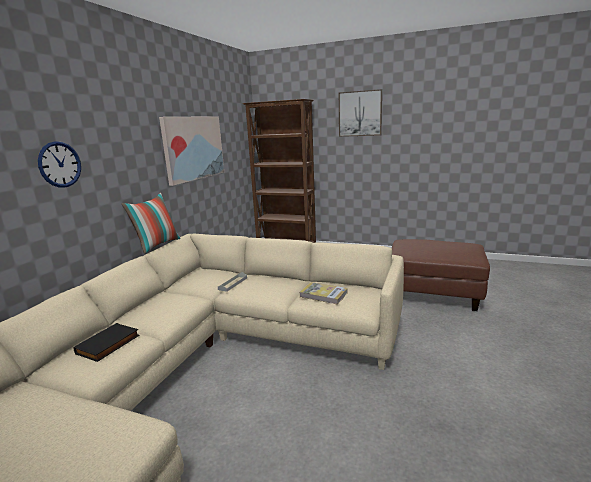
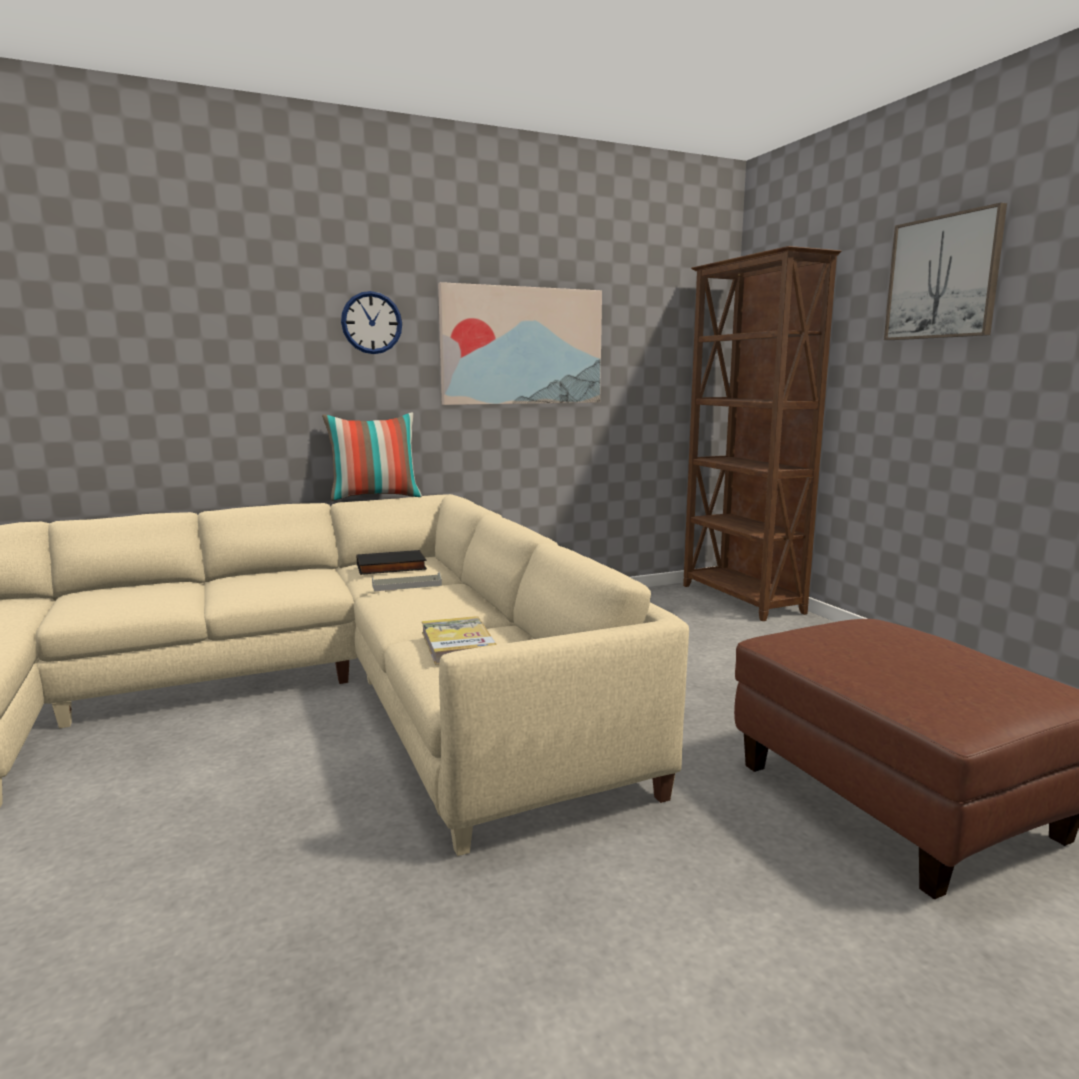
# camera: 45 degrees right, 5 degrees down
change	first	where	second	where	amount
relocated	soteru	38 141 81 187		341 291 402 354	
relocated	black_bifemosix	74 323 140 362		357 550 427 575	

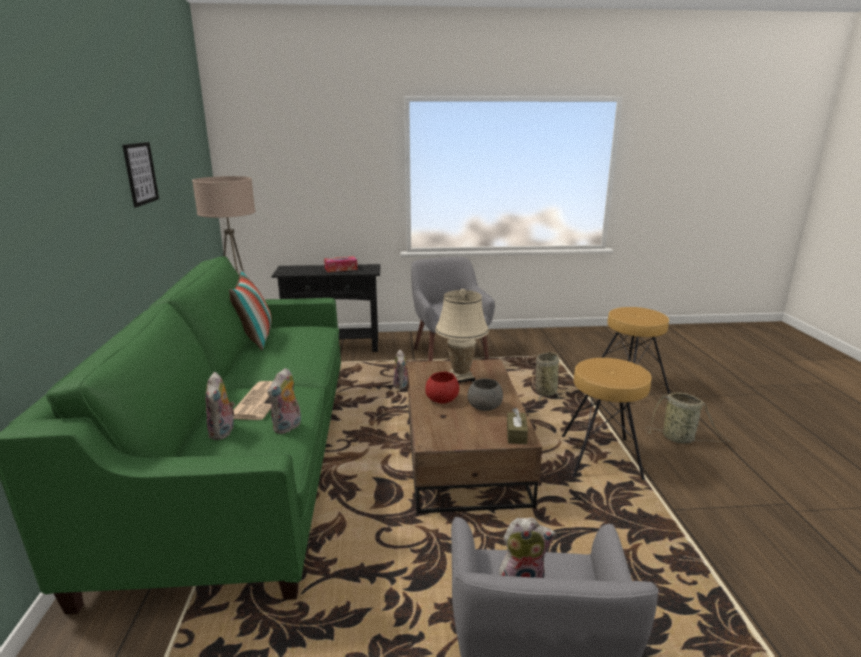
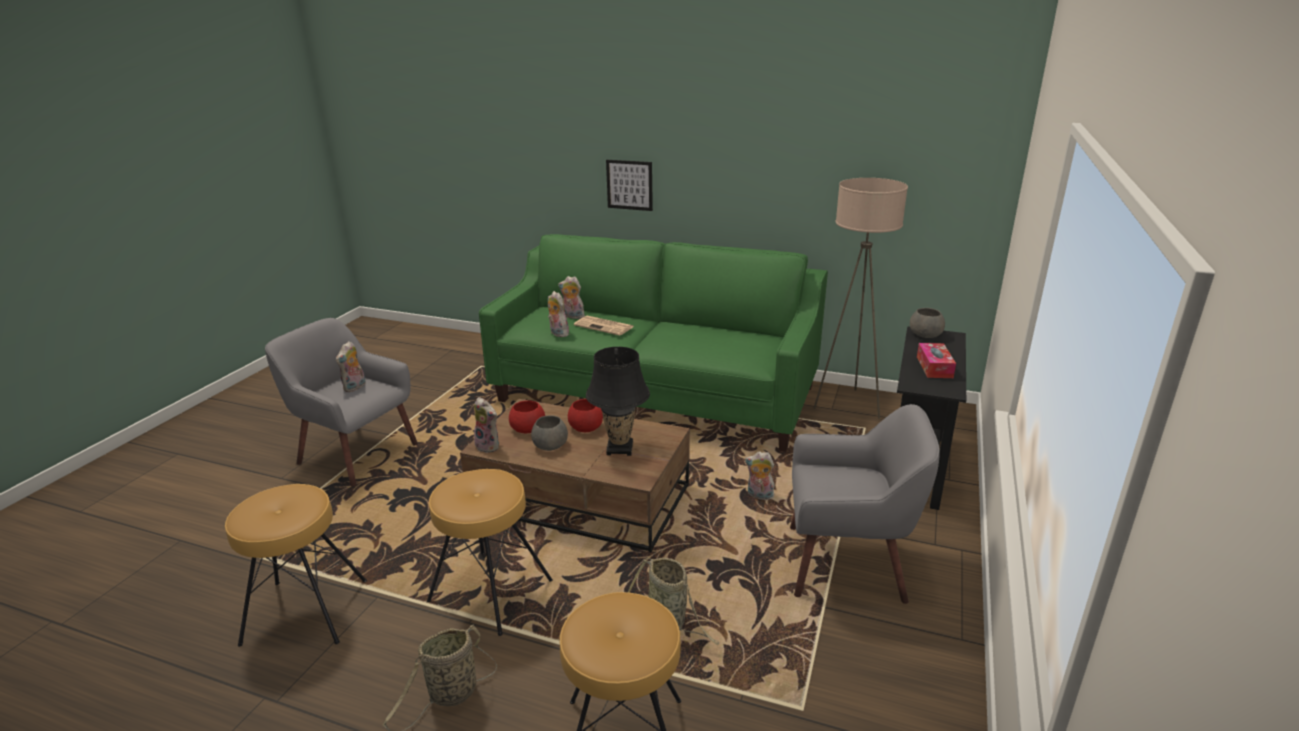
# camera: 115 degrees right, 5 degrees up
change	first	where	second	where	amount
relocated	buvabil	122 142 159 207		606 160 653 211	
missing	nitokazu	229 270 271 350			
colour	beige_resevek	435 289 489 383	black_resevek	586 347 650 456	
exchanged	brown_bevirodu	507 408 528 444	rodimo	474 397 499 453	
appeared			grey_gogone	910 308 945 338	
appeared			red_gogone	509 400 545 433	
appeared			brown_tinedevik	225 484 367 647	

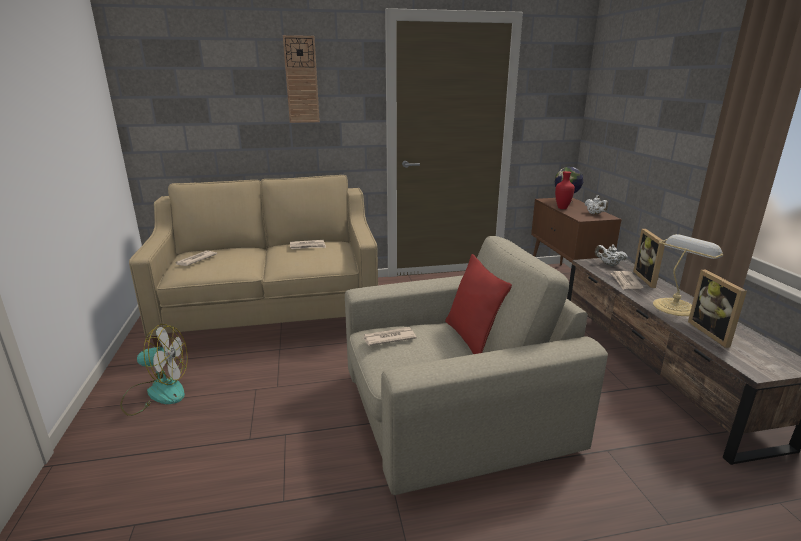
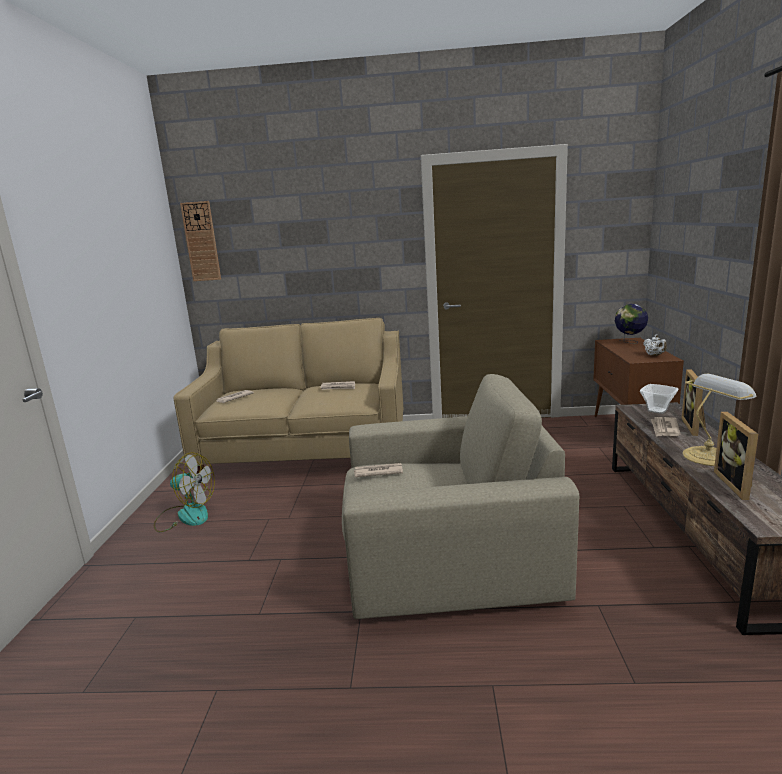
# camera: 15 degrees right, 5 degrees down
change	first	where	second	where	amount
relocated	soteru	283 35 320 123		180 201 221 281	
missing	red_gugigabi	555 171 575 209			
exchanged	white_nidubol	595 244 627 266	gogone	640 384 679 414	
missing	red_nitokazu	445 254 512 354			

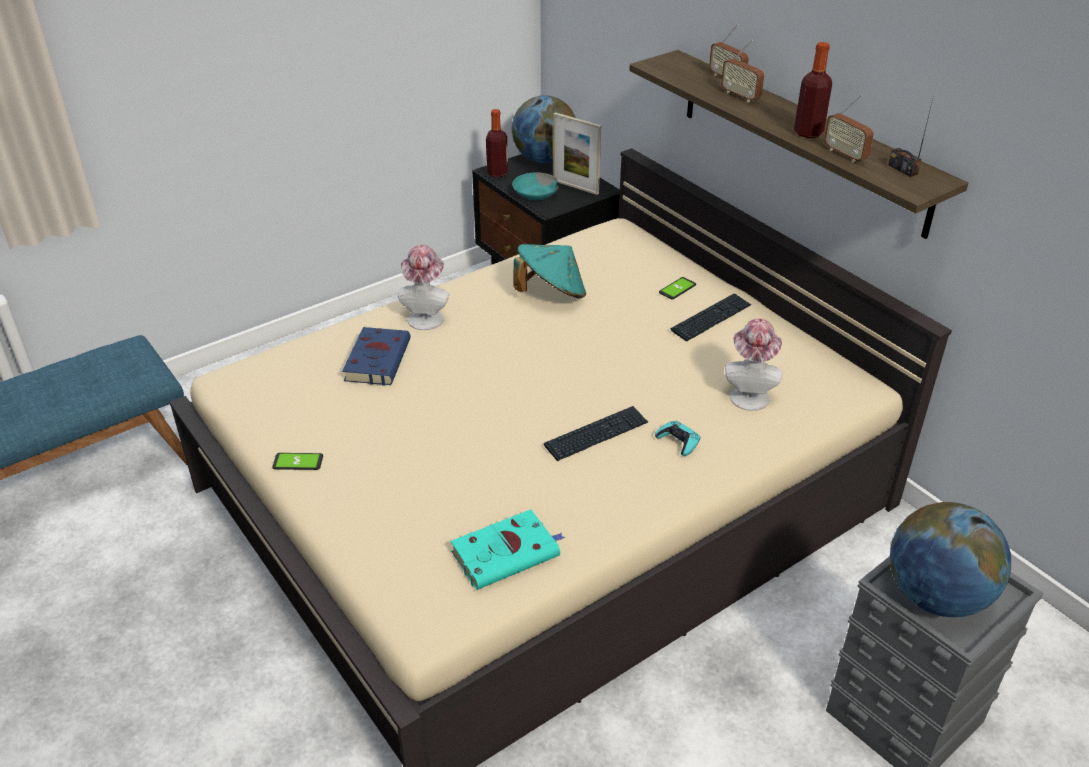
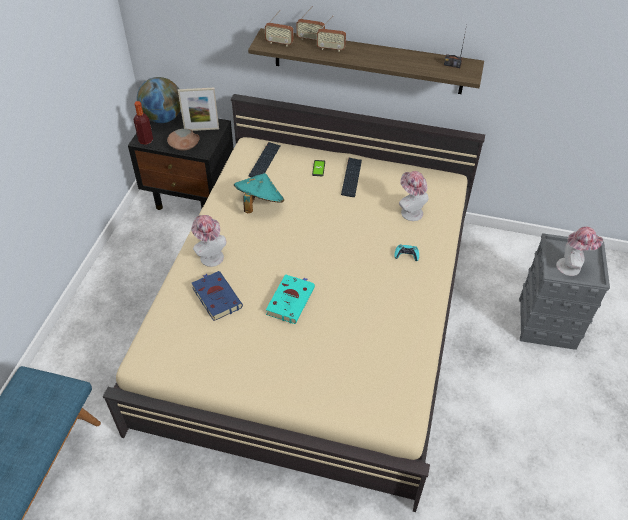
# camera: 40 degrees left, 10 degrees up
change	first	where	second	where	amount
missing	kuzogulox	794 42 832 138			
relocated	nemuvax	824 94 874 163		265 10 293 47	
colour	turquoise_gogone	512 173 558 200	brown_gogone	167 129 200 151	
relocated	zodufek	544 406 648 461		248 142 281 177	
missing	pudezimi	272 453 323 470			
exchanged	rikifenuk	890 502 1011 617	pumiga	556 226 603 276	
relocated	turquoise_bifemosix	451 509 566 590		266 274 315 324	

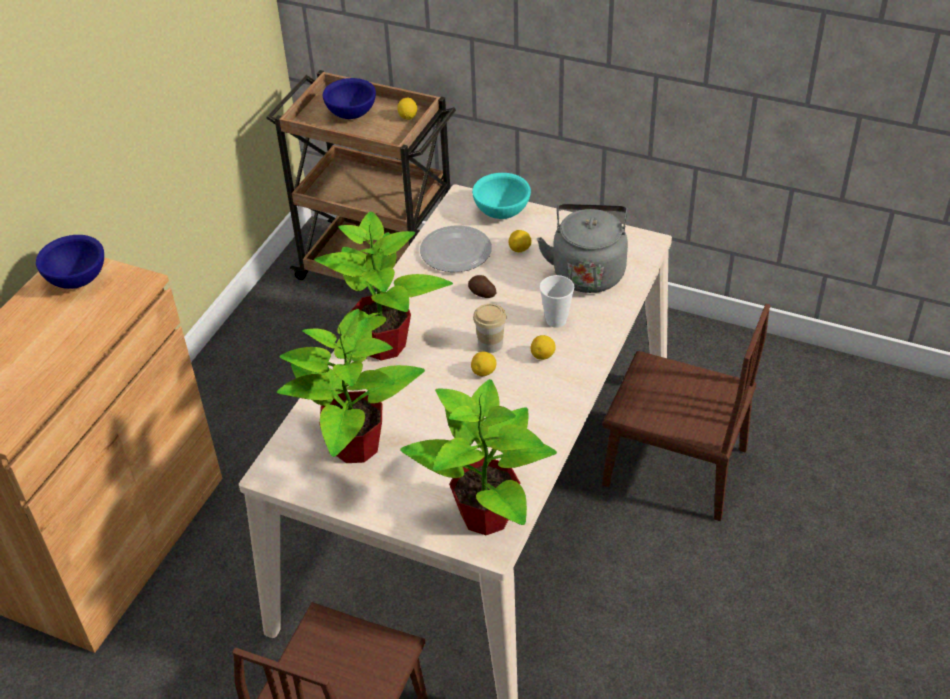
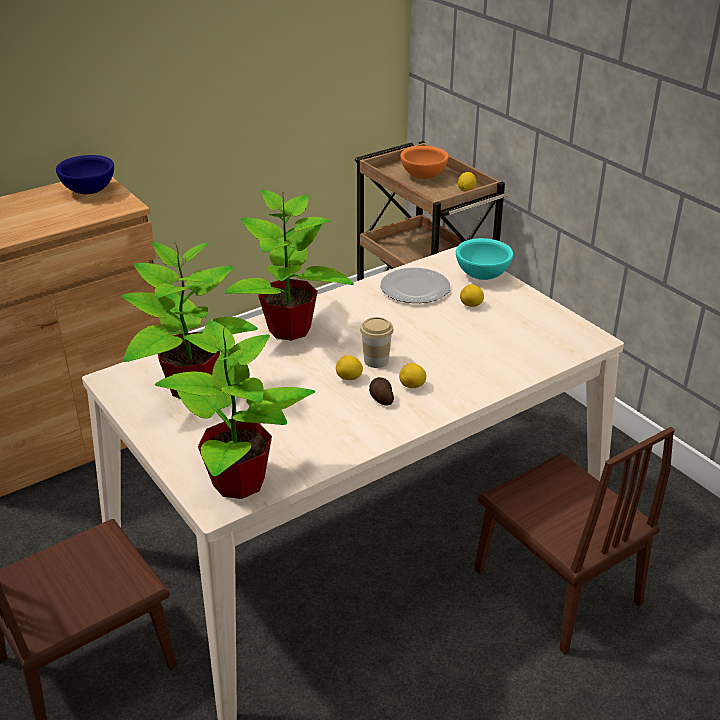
# camera: 30 degrees right, 10 degrees down
change	first	where	second	where	amount
colour	blue_gogone	323 78 376 119	orange_gogone	400 146 449 179	
missing	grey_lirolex	537 204 628 293			
relocated	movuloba	468 275 496 298		369 377 394 406	
missing	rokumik	539 275 574 328			

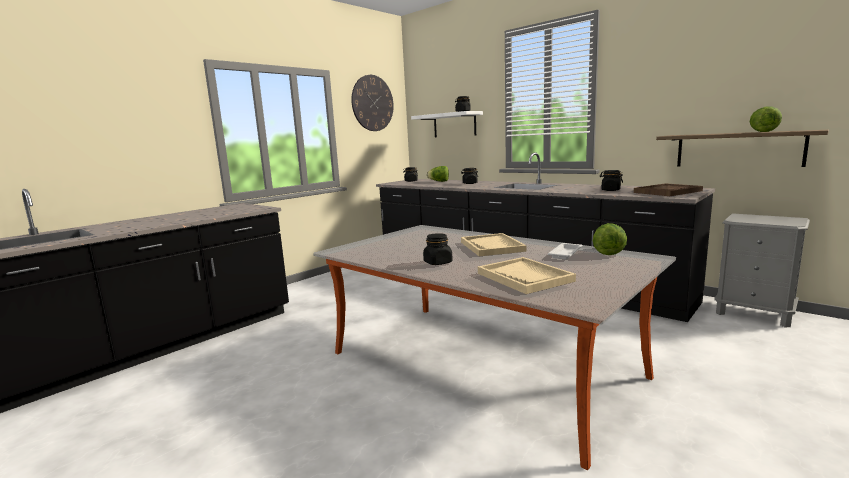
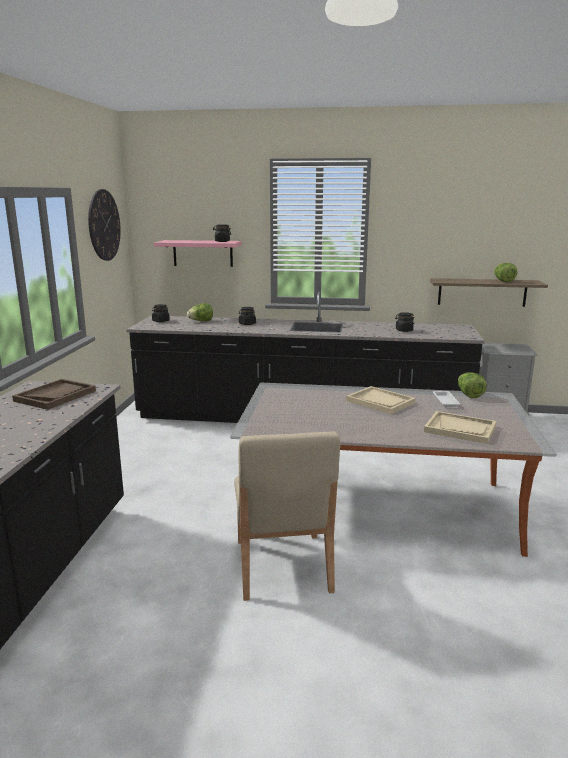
# camera: 35 degrees left, 5 degrees up
change	first	where	second	where	amount
colour	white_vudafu	411 111 483 137	pink_vudafu	154 240 242 267	
relocated	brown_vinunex	634 183 703 196		12 379 96 410	
missing	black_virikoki	423 233 453 265			
appeared			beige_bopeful	234 432 340 601	

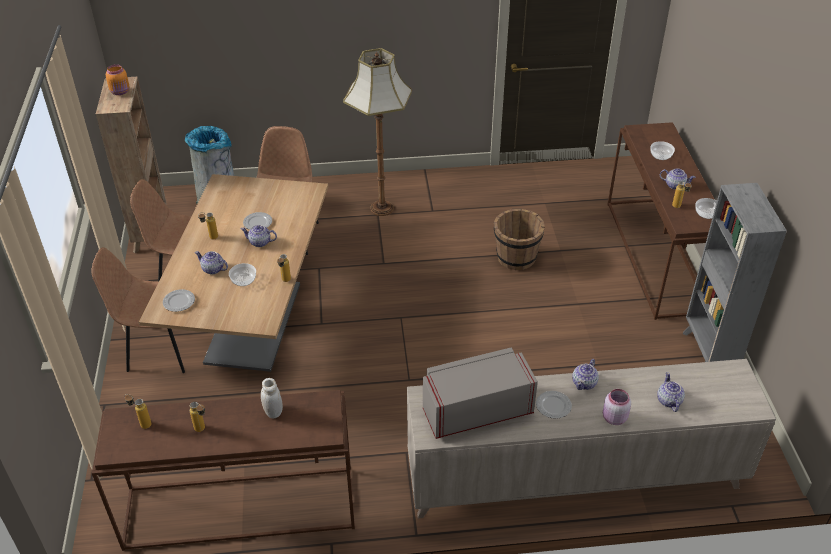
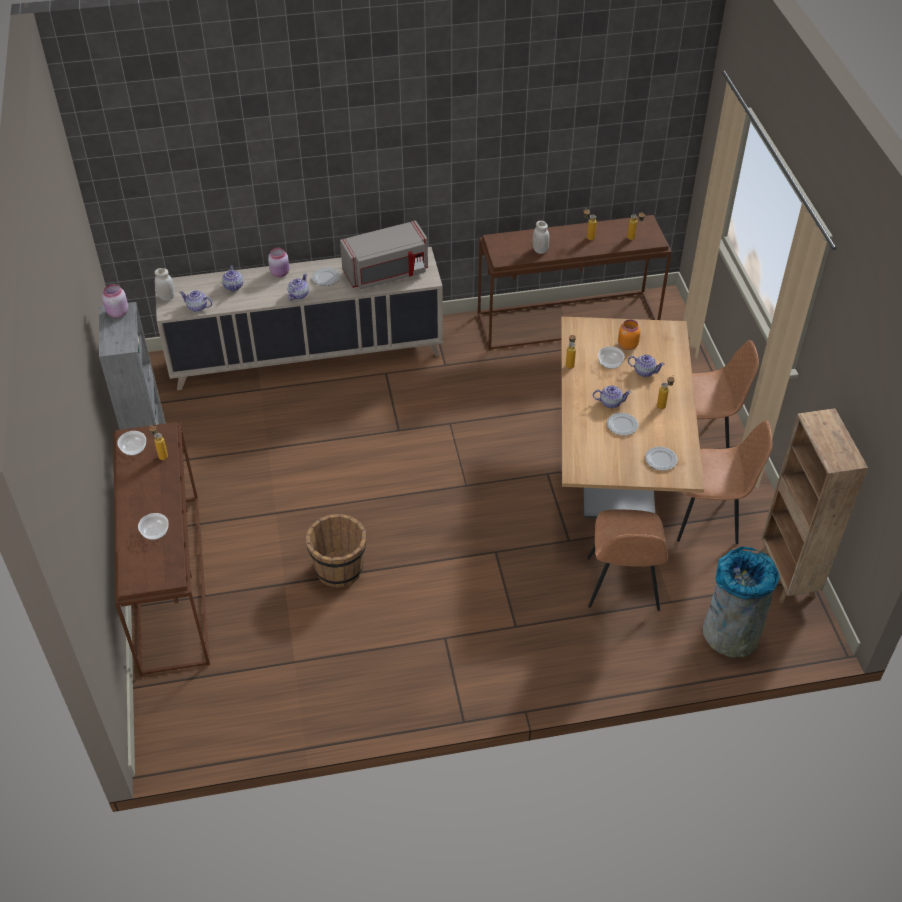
# camera: 175 degrees right, 5 degrees up
change	first	where	second	where	amount
missing	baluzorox	343 48 412 216			
relocated	orange_virikoki	106 64 129 95		618 319 641 350	
relocated	nidubol	660 169 696 190		179 290 212 312	
relocated	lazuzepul	163 289 195 312		645 447 677 471	
appeared			white_virikoki	154 268 174 301	
appeared			pink_virikoki	102 284 128 318	

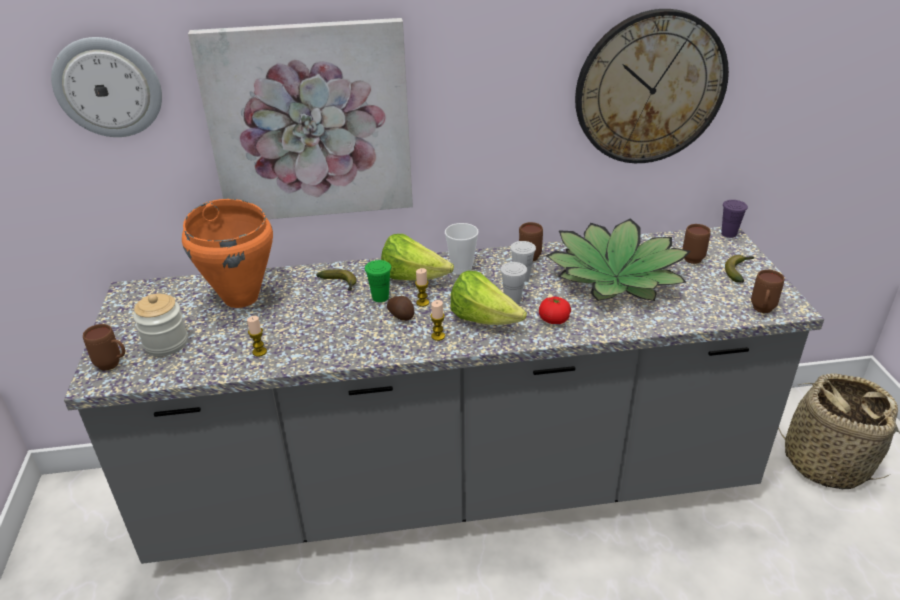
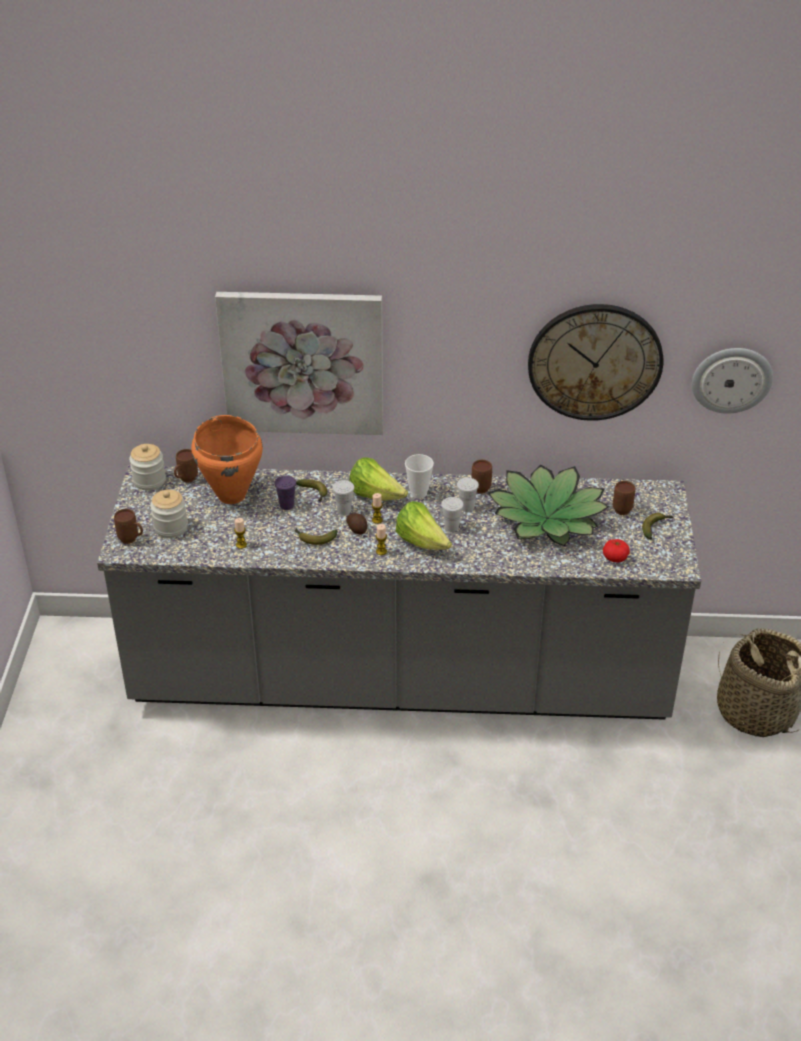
# camera: 10 degrees right, 5 degrees up
change	first	where	second	where	amount
relocated	soteru	51 37 162 137		692 348 773 414	
relocated	purple_rokumik	721 200 748 238		274 476 296 510	
colour	green_rokumik	365 260 391 302	white_rokumik	333 480 354 515	
relocated	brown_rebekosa	751 270 784 313		174 449 198 483	
relocated	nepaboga	539 296 571 324		603 539 630 563	
appeared			virikoki	129 444 166 490	
appeared			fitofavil	295 528 338 545	

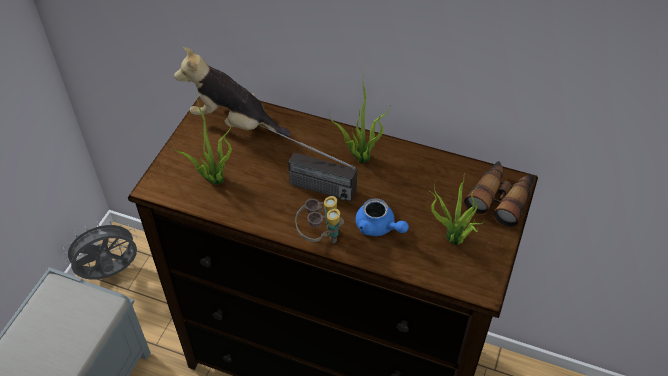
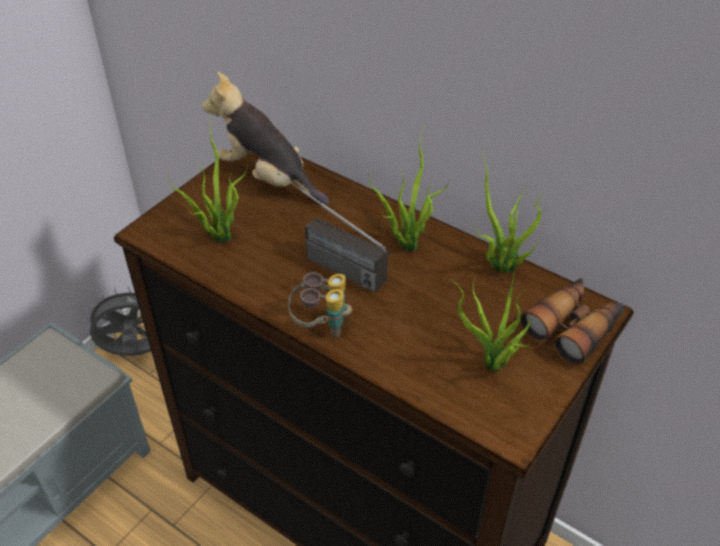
# camera: 15 degrees right, 5 degrees down
change	first	where	second	where	amount
missing	blue_nidubol	355 198 409 236			
appeared			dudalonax	475 151 542 274	

